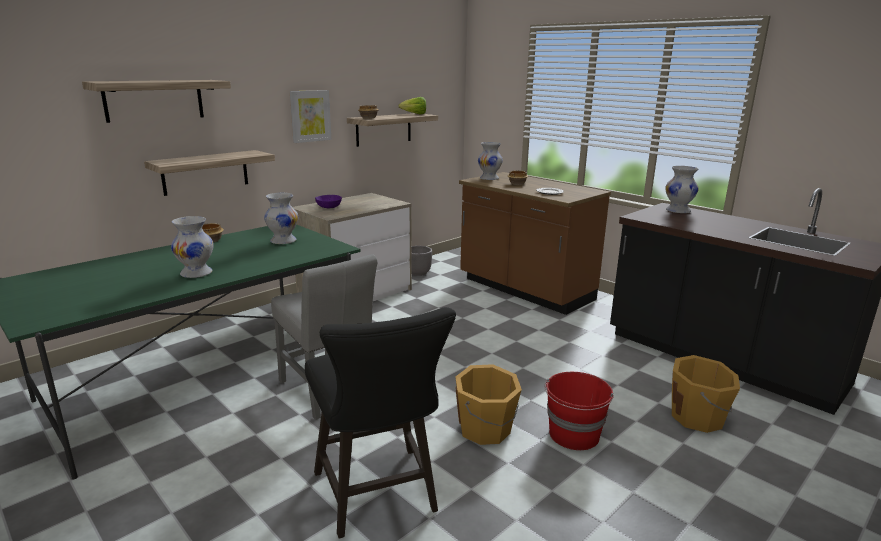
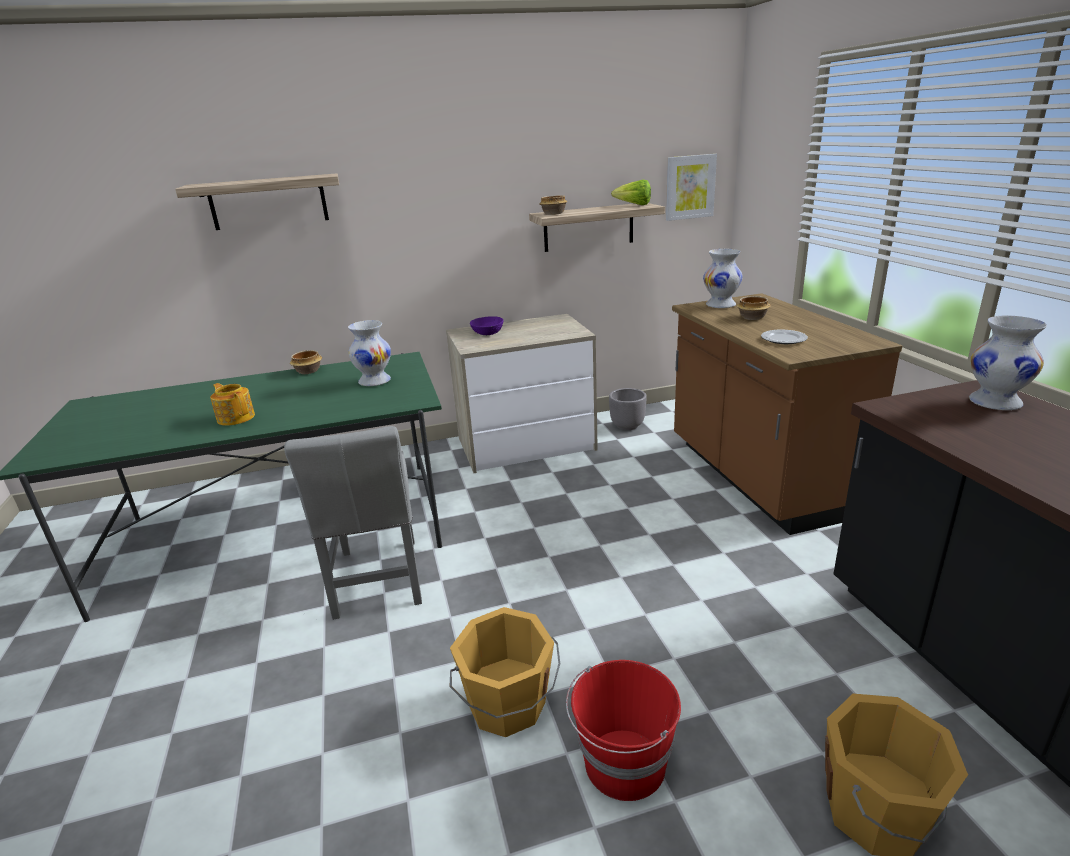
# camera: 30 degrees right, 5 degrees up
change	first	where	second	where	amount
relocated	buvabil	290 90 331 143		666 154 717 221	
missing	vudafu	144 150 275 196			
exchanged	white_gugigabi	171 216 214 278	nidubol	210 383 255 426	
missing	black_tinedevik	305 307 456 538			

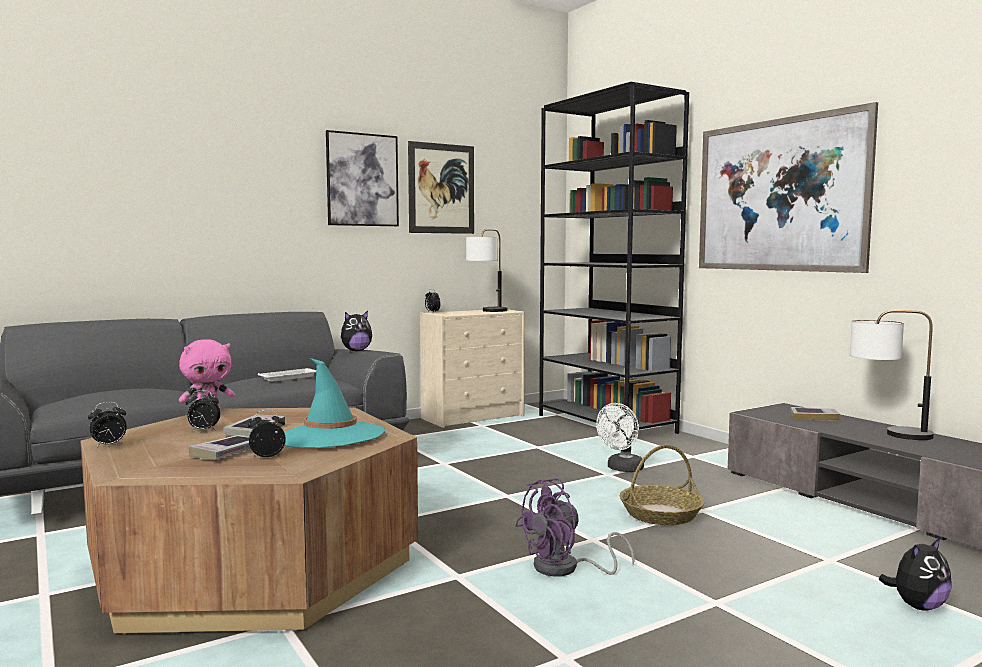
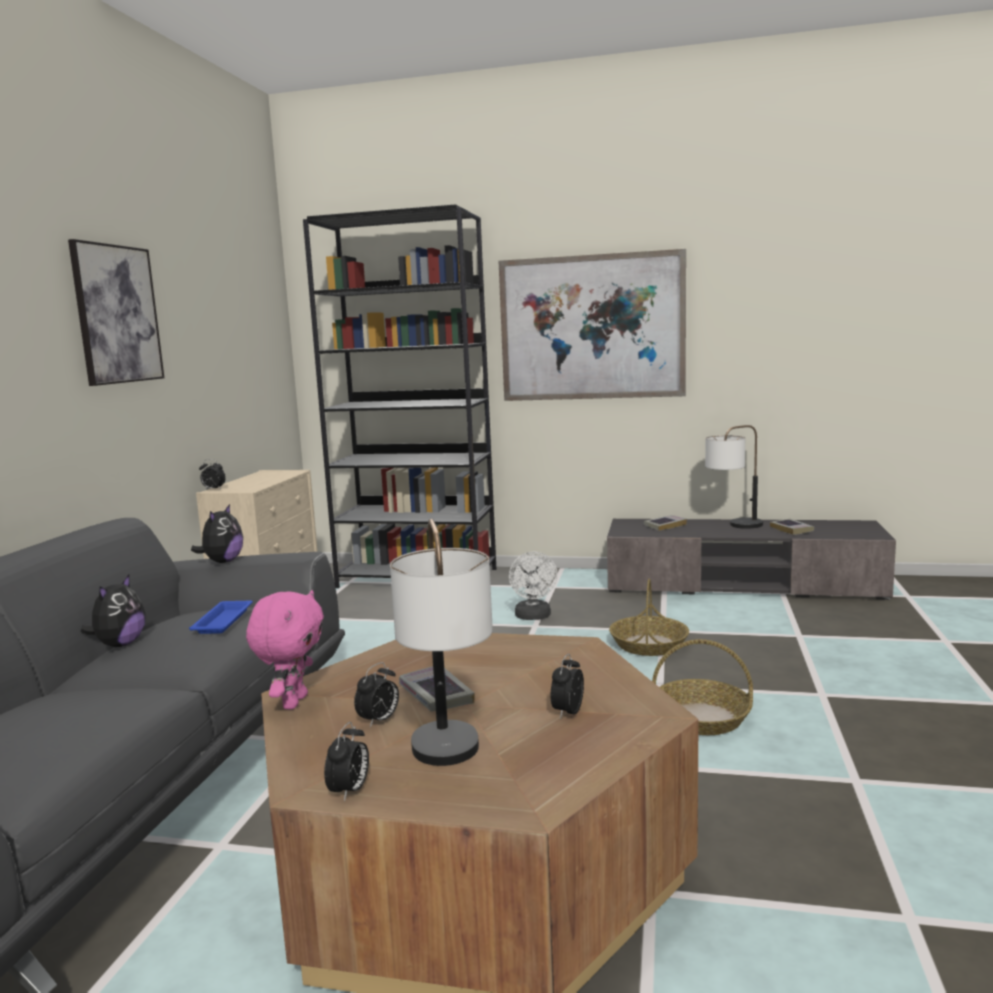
# camera: 45 degrees left, 5 degrees up
change	first	where	second	where	amount
missing	buvabil	408 141 474 234			
relocated	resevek	466 229 508 312		390 519 493 766	
missing	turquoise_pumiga	284 358 385 448			
colour	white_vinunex	258 368 316 382	blue_vinunex	189 601 253 634	
relocated	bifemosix	188 435 251 459		770 519 814 535	
exchanged	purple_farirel	515 478 635 577	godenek	652 639 753 735	
relocated	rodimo	879 538 952 610		80 575 146 647	

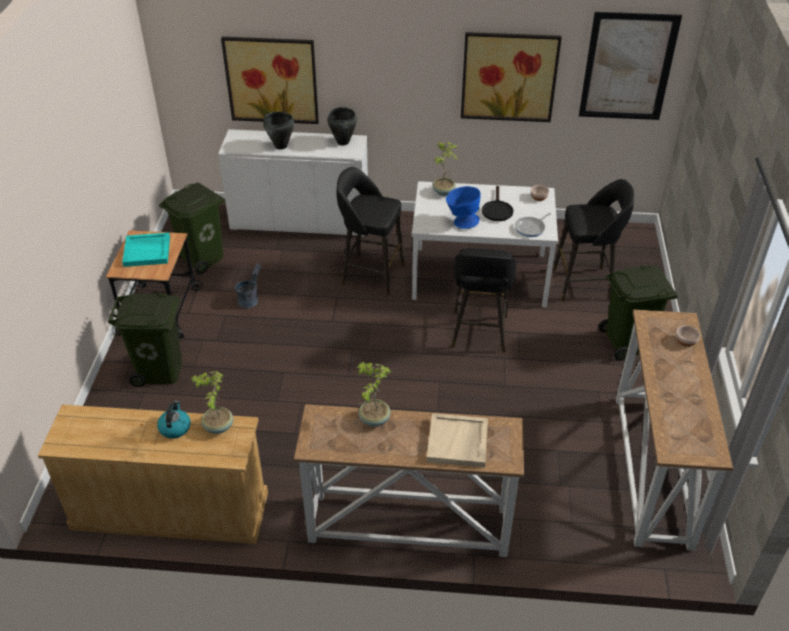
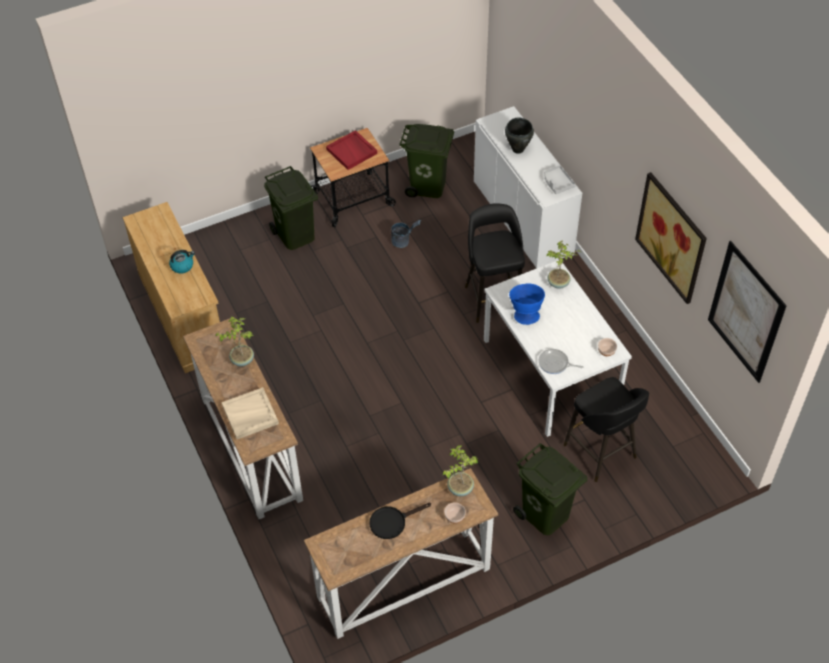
# camera: 60 degrees right, 10 degrees up
change	first	where	second	where	amount
missing	buvabil	221 37 319 124			
exchanged	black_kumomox	327 107 357 145	grey_vinunex	544 165 576 194	
relocated	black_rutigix	482 185 513 221		370 503 431 539	
colour	turquoise_vinunex	122 233 170 267	red_vinunex	326 130 377 170	
missing	black_tinedevik	451 248 517 352			
relocated	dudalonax	191 371 233 434		443 445 479 496	

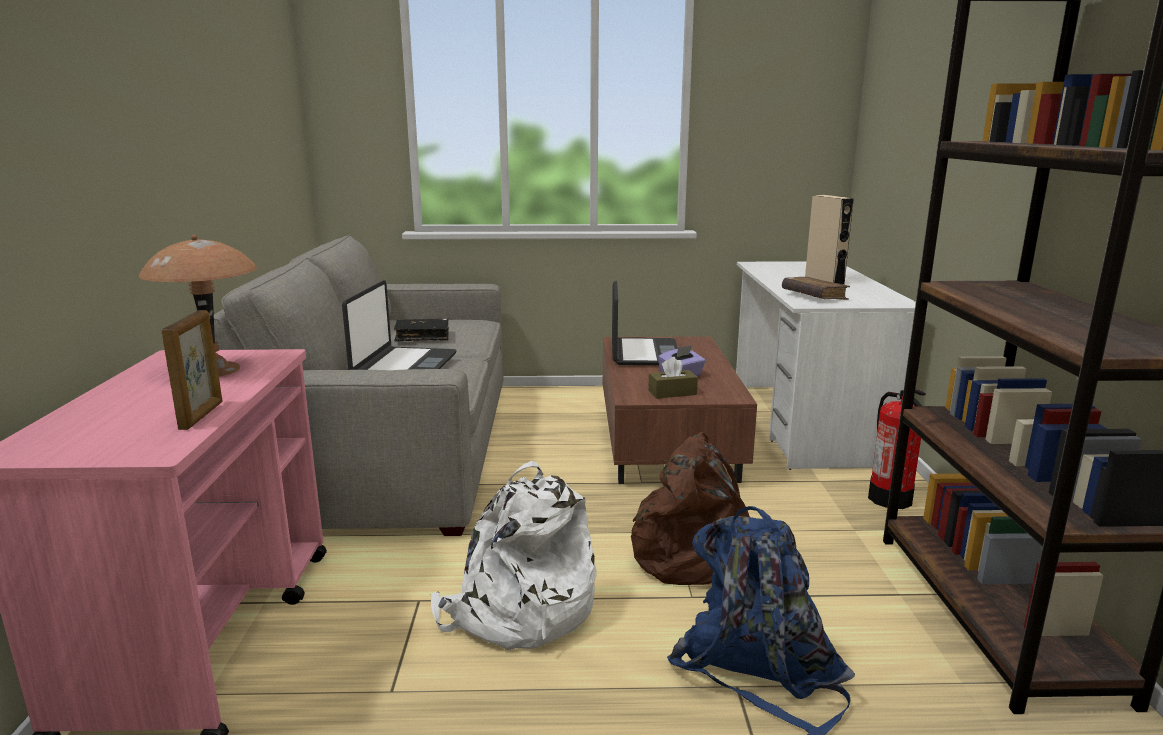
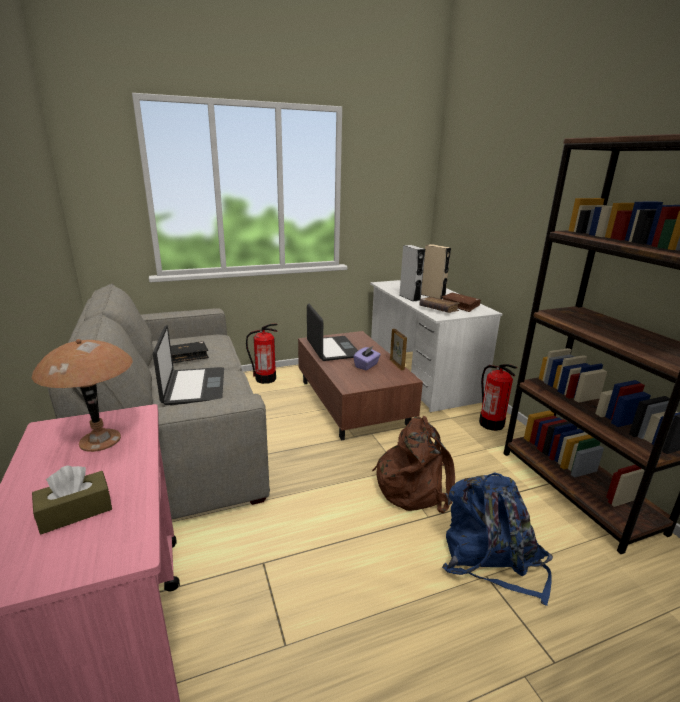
# camera: 20 degrees left, 5 degrees up
change	first	where	second	where	amount
relocated	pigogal	162 310 223 430		390 328 407 370	
relocated	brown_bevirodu	648 357 698 399		32 466 112 534	
missing	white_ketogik	431 461 597 650			
appeared			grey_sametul	399 245 425 302	
appeared			brown_bifemosix	441 293 481 312	
appeared			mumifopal	246 324 277 384	

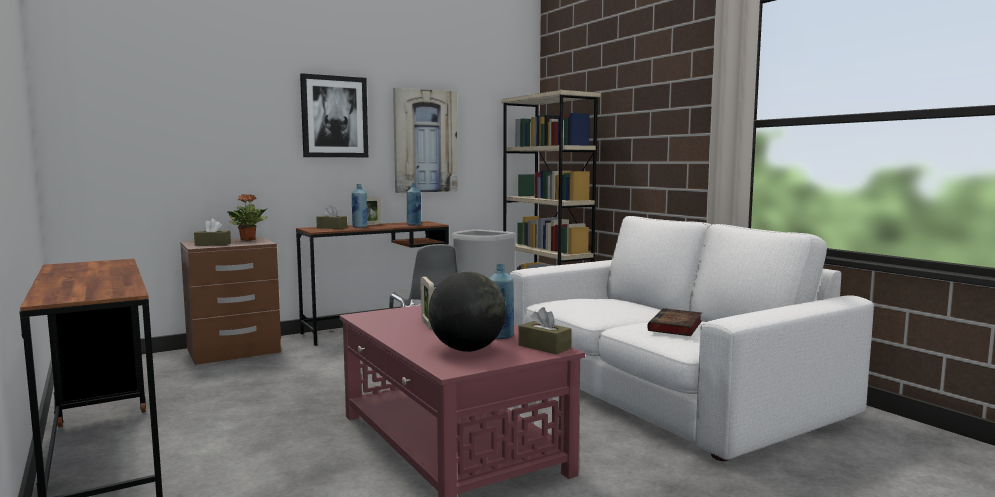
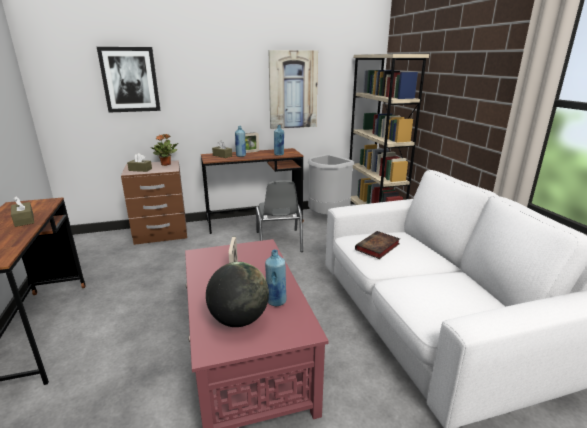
# camera: 15 degrees right, 15 degrees up
change	first	where	second	where	amount
relocated	buvabil	300 73 368 157		97 47 160 113	
relocated	brown_bevirodu	519 307 572 354		11 196 34 227	
relocated	bifemosix	647 308 702 336		355 231 400 259	

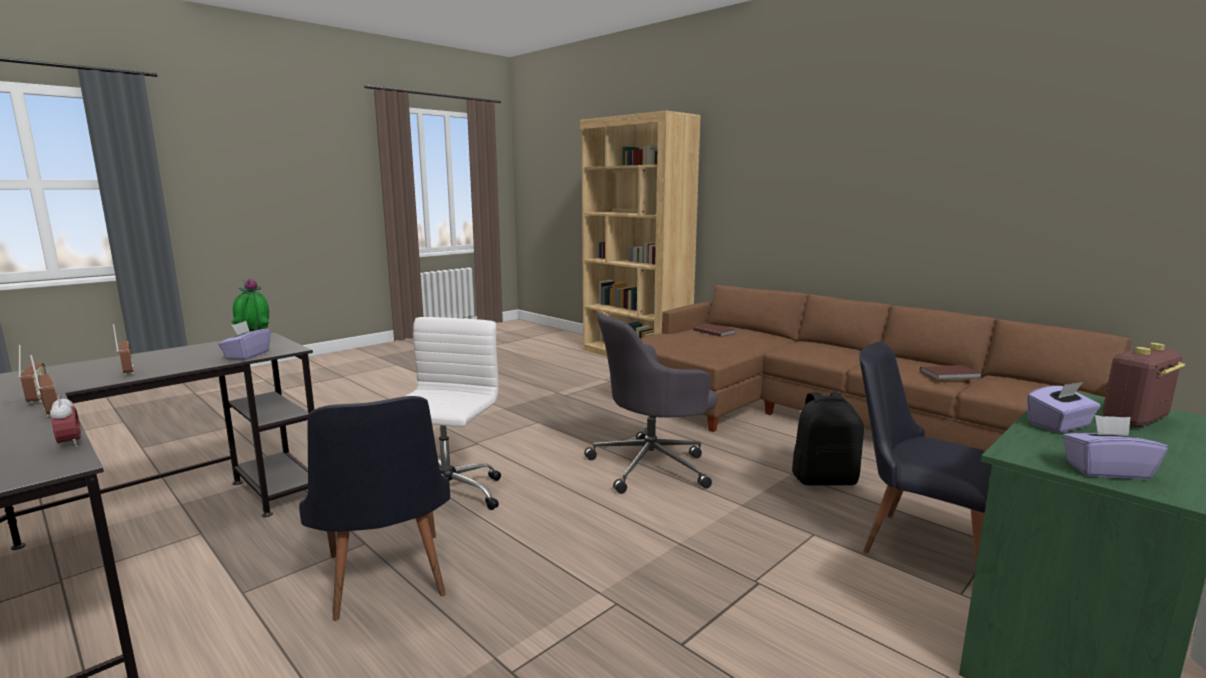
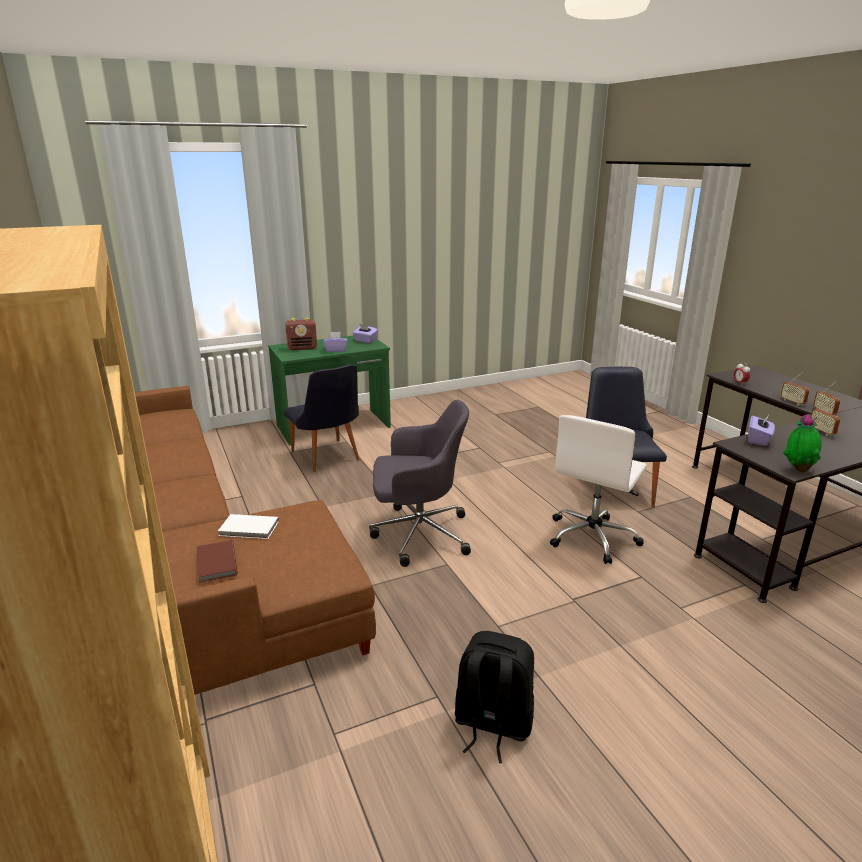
# camera: 160 degrees left, 10 degrees up
change	first	where	second	where	amount
missing	brown_bifemosix	920 365 982 380			
relocated	black_ketogik	792 392 864 486		455 631 534 763	
appeared			white_bifemosix	218 514 279 539	

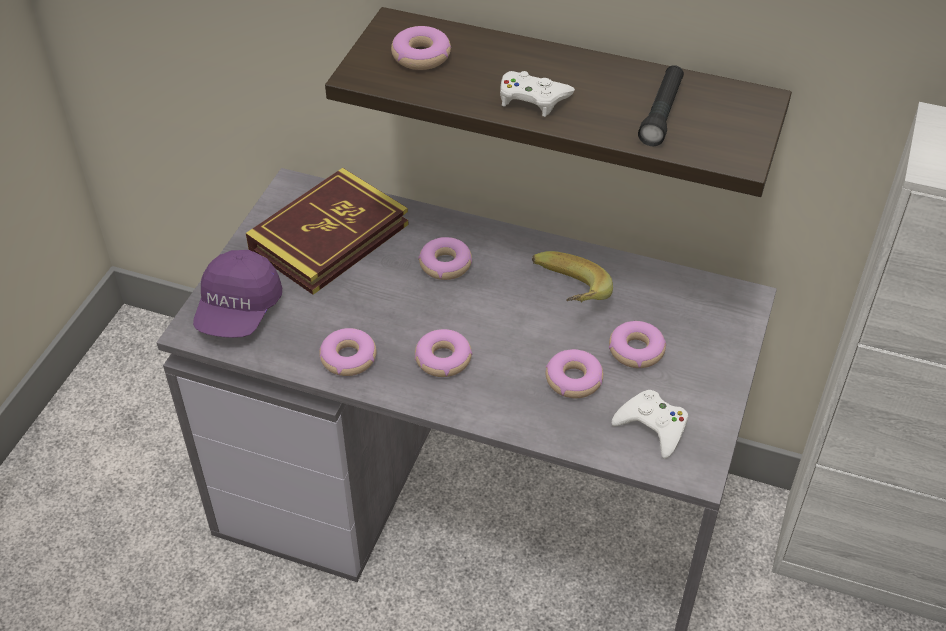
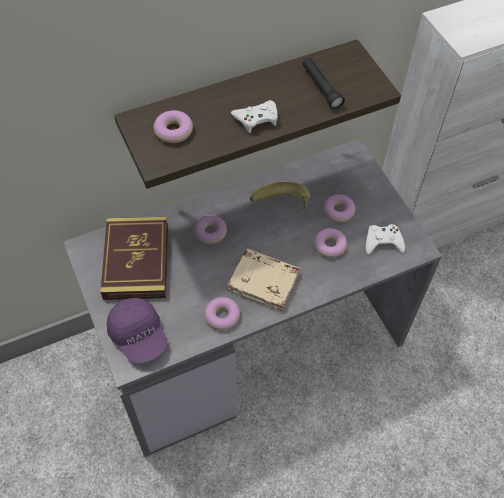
# camera: 45 degrees left, 10 degrees up
change	first	where	second	where	amount
exchanged	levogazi	415 329 472 377	beige_bifemosix	227 249 300 311	

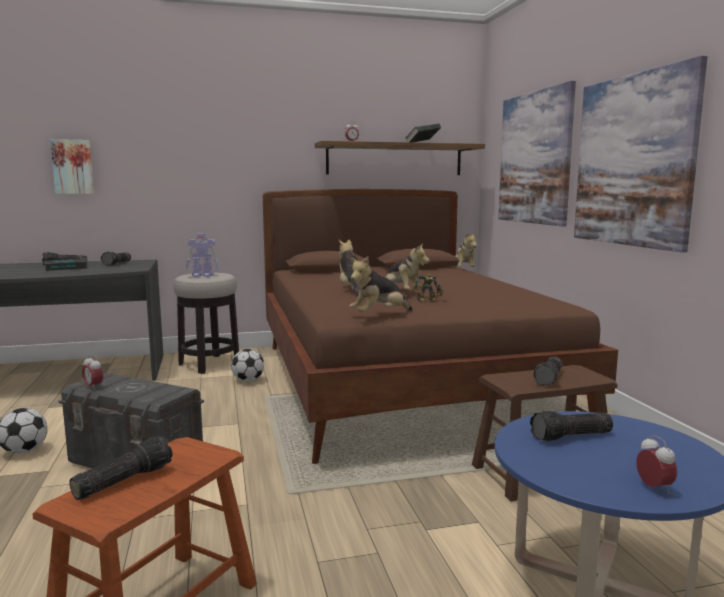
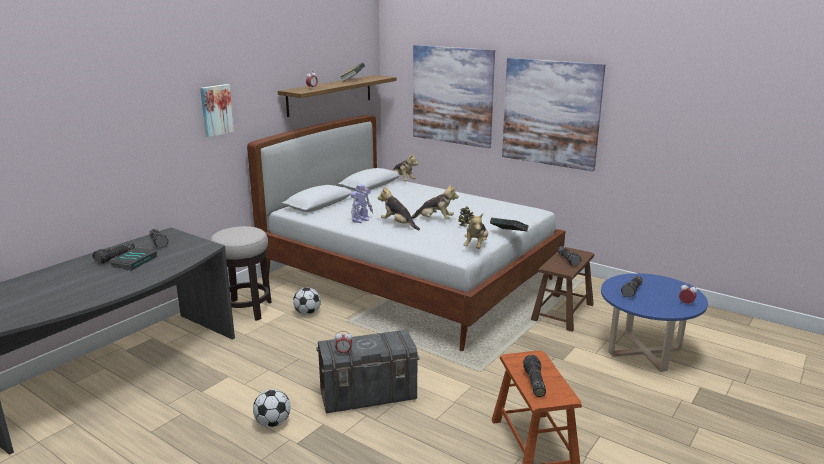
# camera: 40 degrees left, 10 degrees up
change	first	where	second	where	amount
relocated	buvabil	50 139 94 194		200 84 234 137	
colour	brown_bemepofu	263 189 618 464	white_bemepofu	247 115 565 351	
relocated	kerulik	185 233 219 277		351 184 373 223	
appeared			bifemosix	490 218 529 231	

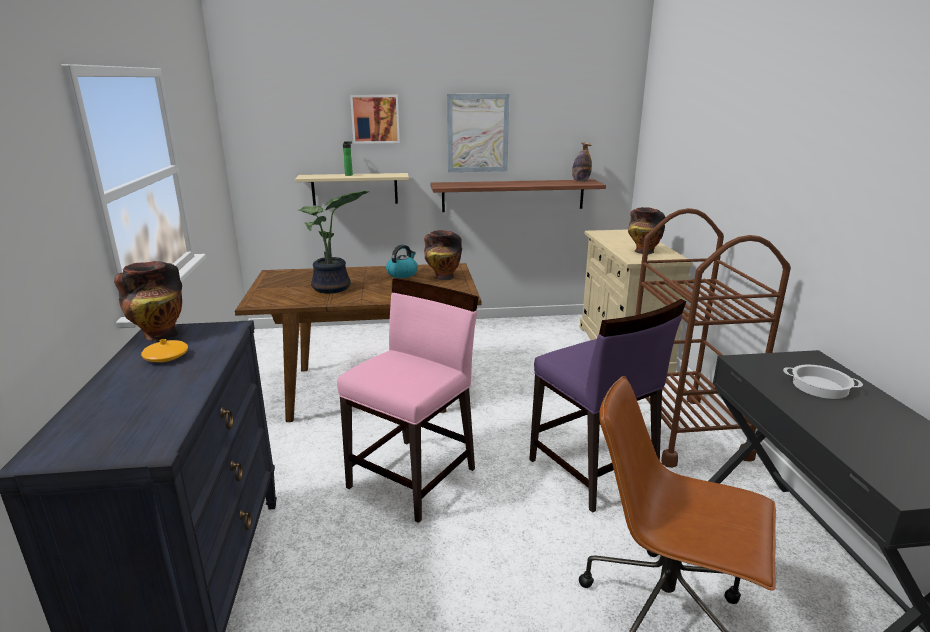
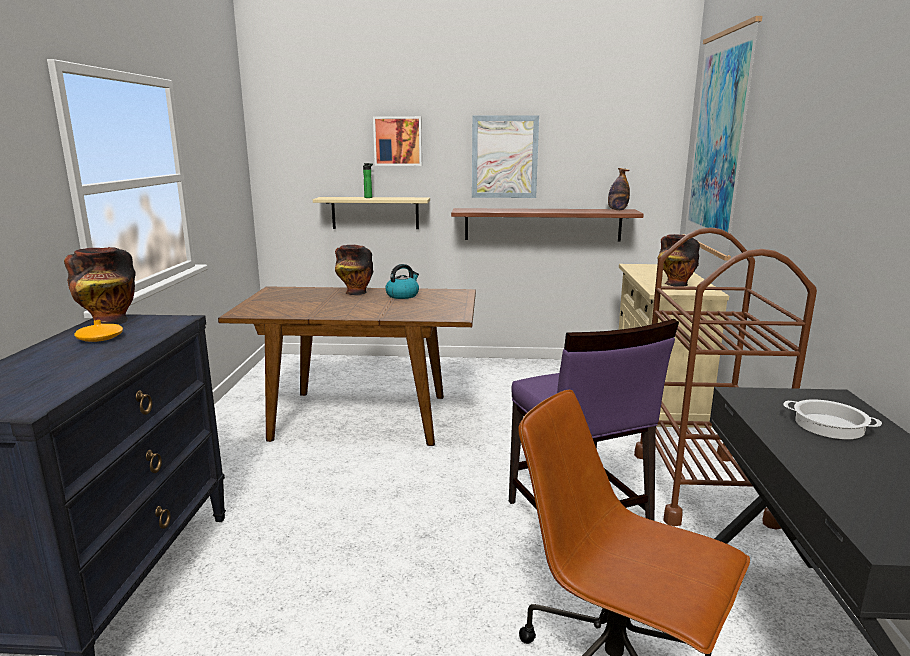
# camera: 10 degrees right, 5 degrees down
change	first	where	second	where	amount
missing	dudalonax	298 191 370 294			
relocated	gugigabi	424 230 462 280		335 245 373 295	
missing	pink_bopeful	337 278 478 523			
appeared			buvabil	682 16 762 260	

